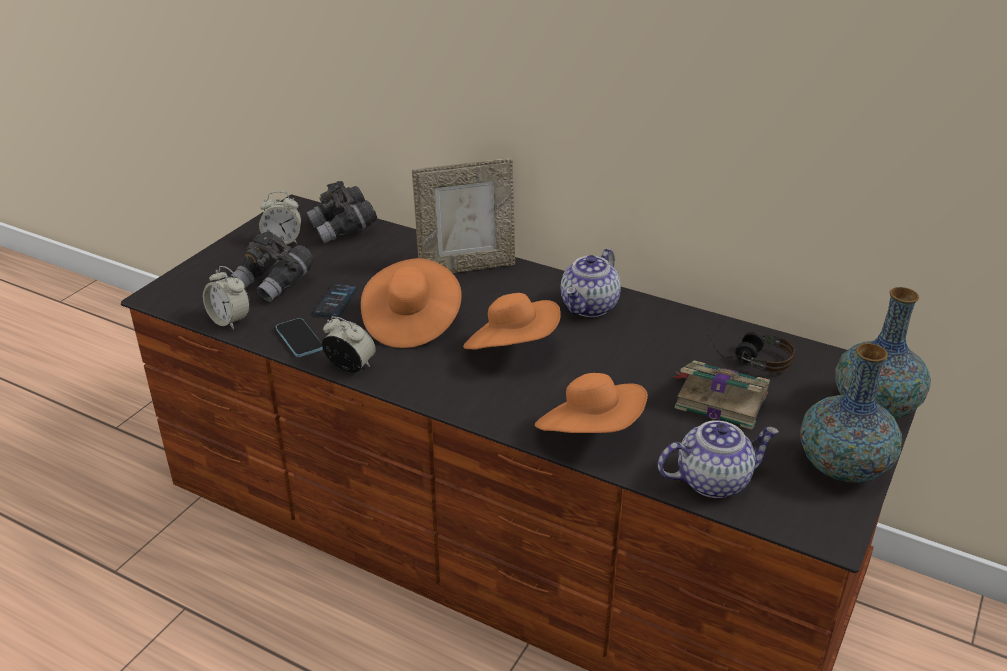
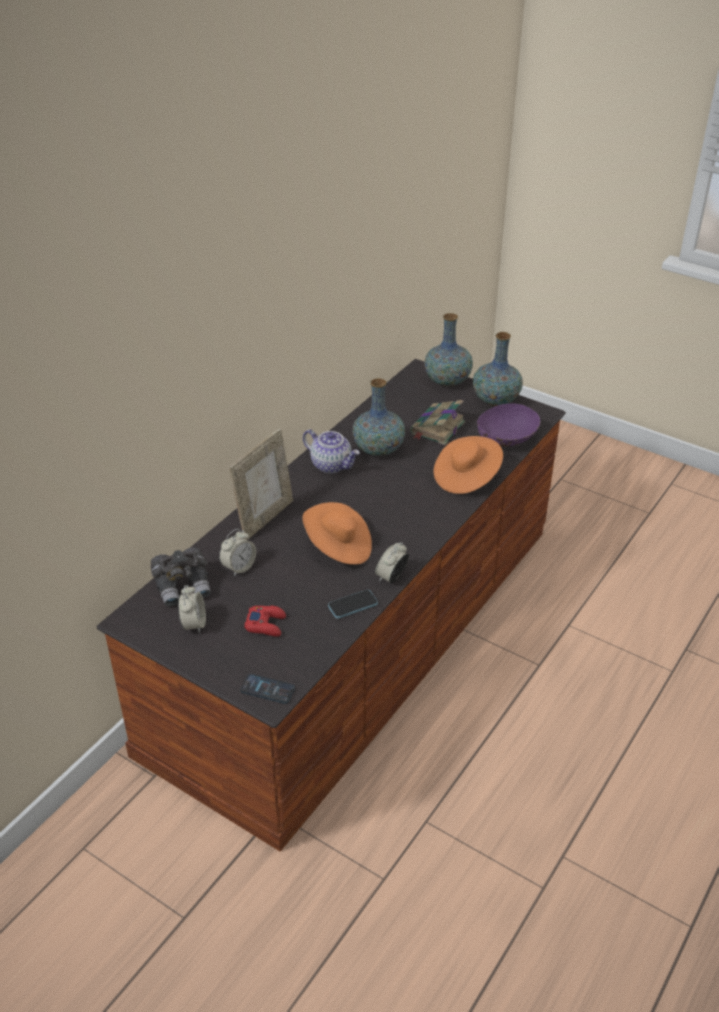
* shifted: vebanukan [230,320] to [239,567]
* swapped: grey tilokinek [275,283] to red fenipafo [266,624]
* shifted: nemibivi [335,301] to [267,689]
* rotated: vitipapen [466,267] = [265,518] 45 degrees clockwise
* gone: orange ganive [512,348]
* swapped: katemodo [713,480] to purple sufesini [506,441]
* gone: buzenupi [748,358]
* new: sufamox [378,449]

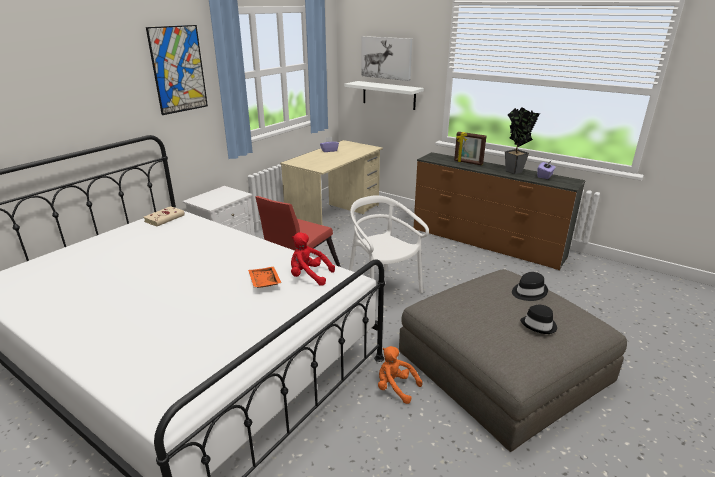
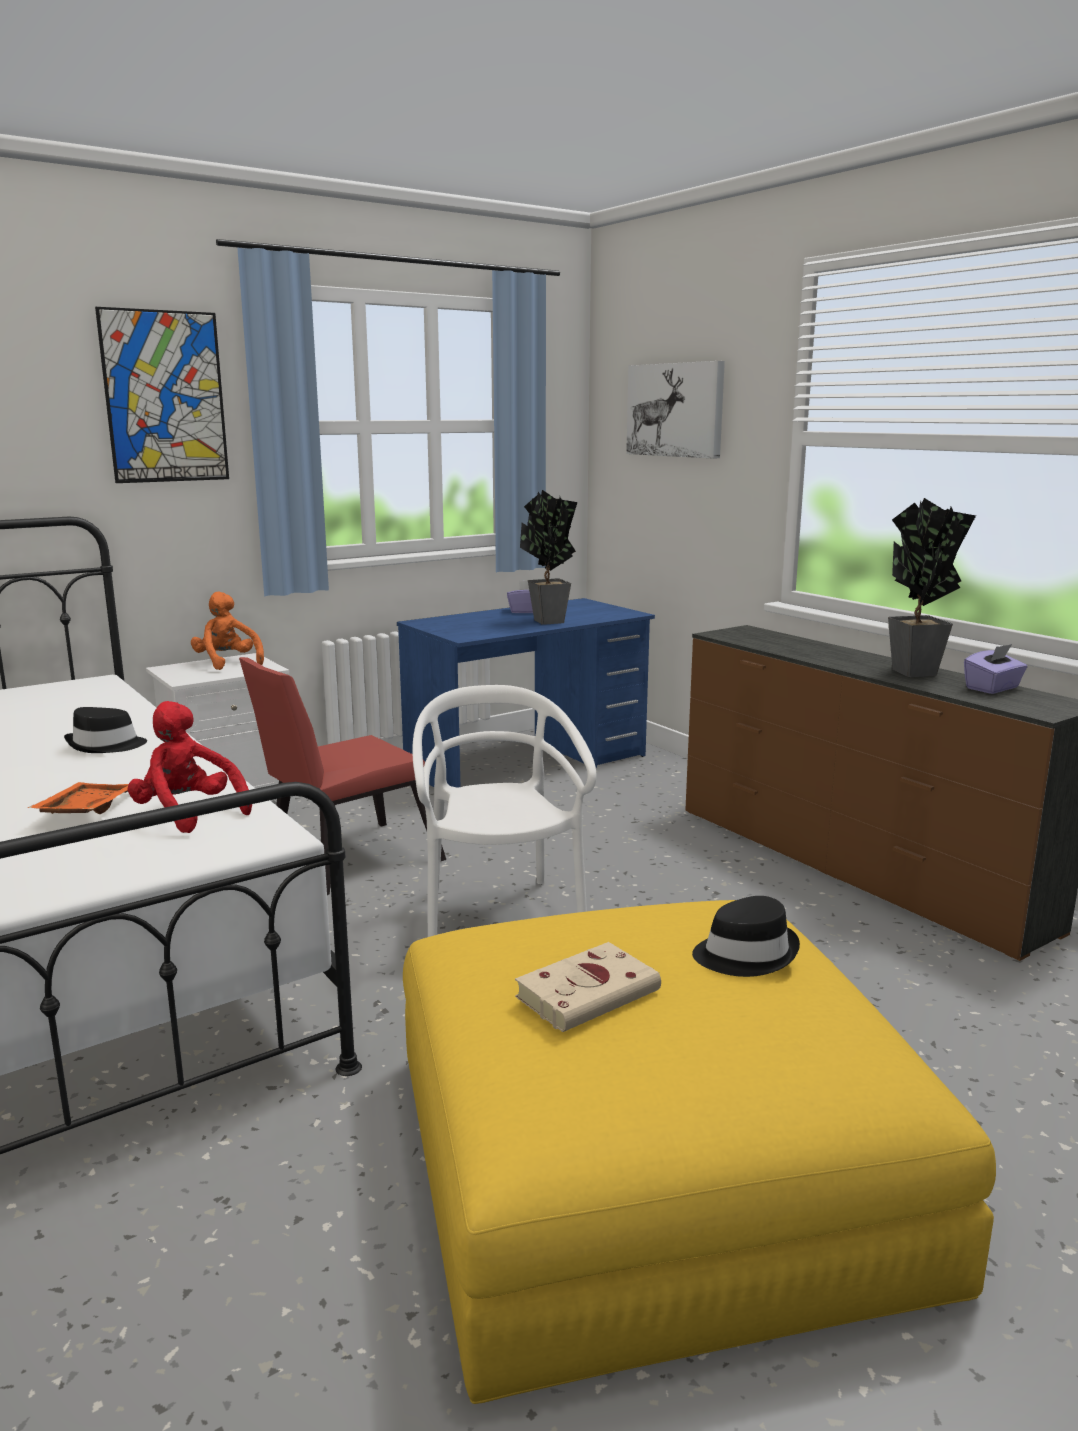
* shifted: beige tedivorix [165,218] to [590,993]
* repainted: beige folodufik [334,216] to blue folodufik [527,763]
* gone: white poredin [389,95]
* shifted: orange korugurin [395,387] to [227,663]
* repainted: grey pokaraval [503,366] to yellow pokaraval [651,1163]
* gone: vitipapen [468,162]
* shifted: black ganive [539,325] to [106,745]
* new: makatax [548,622]

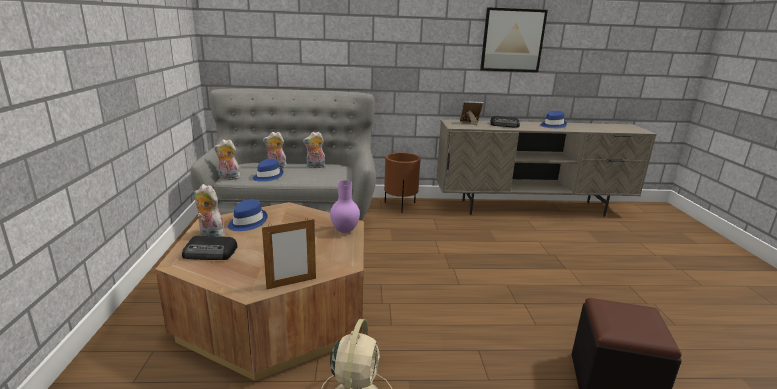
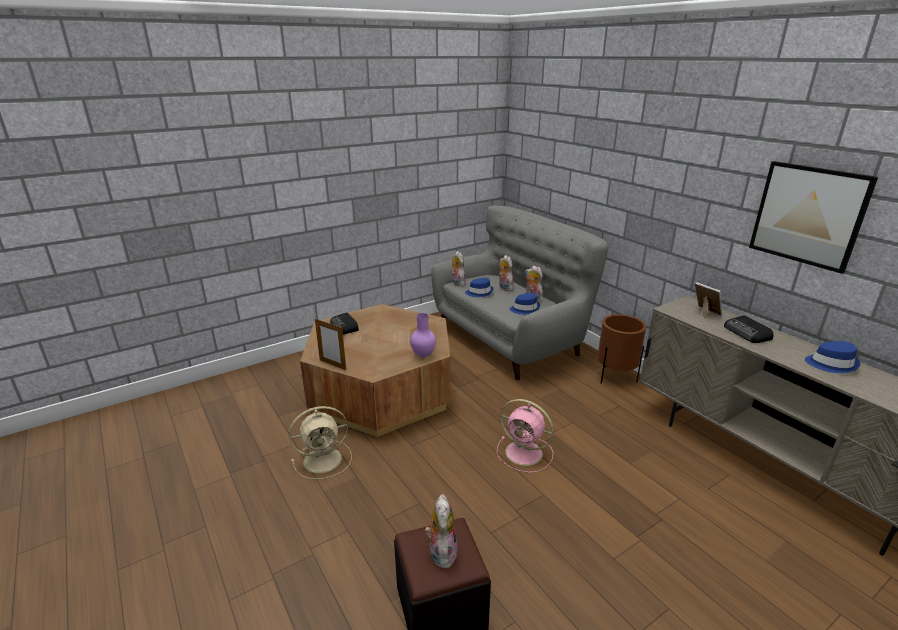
* shifted: korugurin [210,235] to [441,552]
* shifted: blue ganive [247,222] to [525,309]
* new: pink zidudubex [525,453]

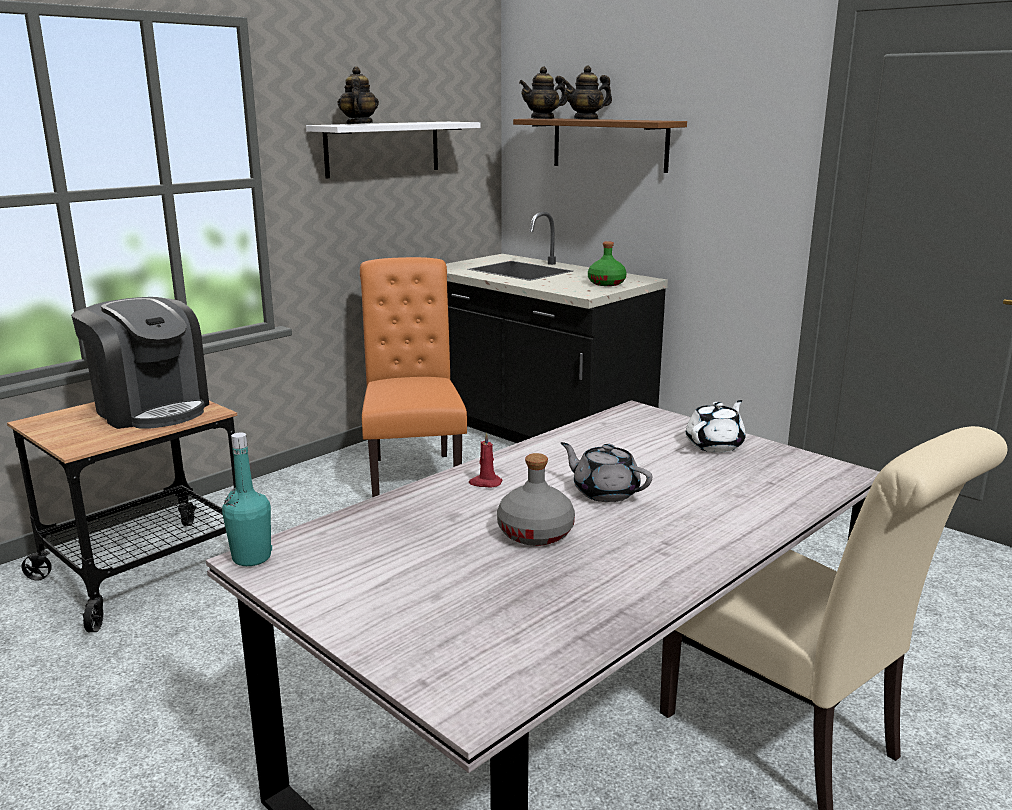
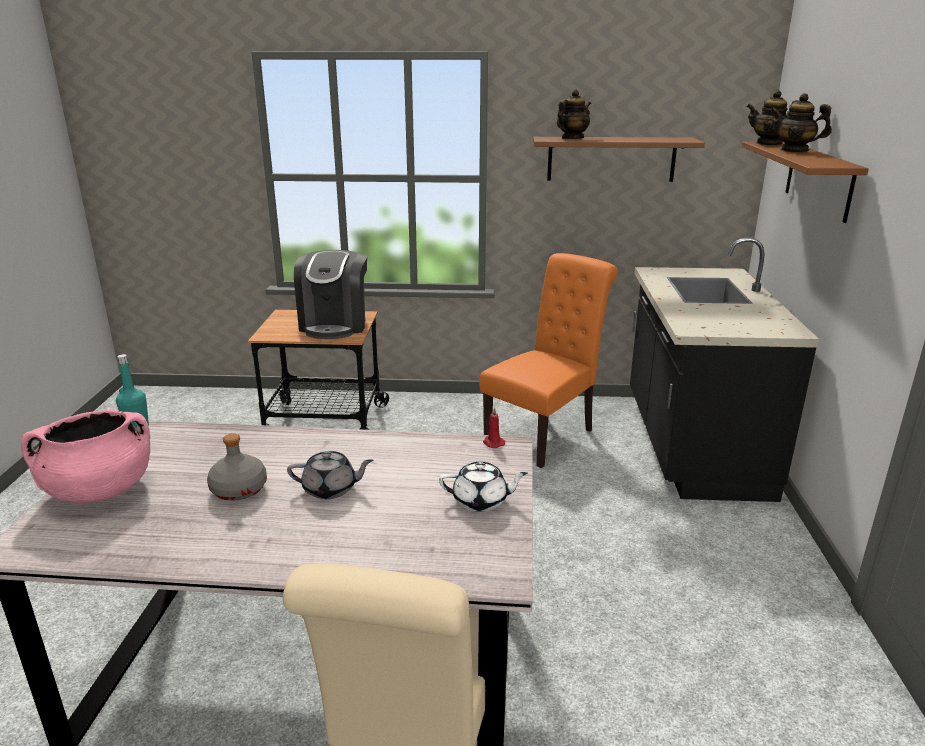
* repainted: white poredin [383,148] to brown poredin [611,159]
* shifted: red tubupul [485,483] to [493,443]
* rotated: grey katemodo [604,492] = [331,489] 90 degrees clockwise
* gone: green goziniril [606,283]
* new: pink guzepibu [100,490]

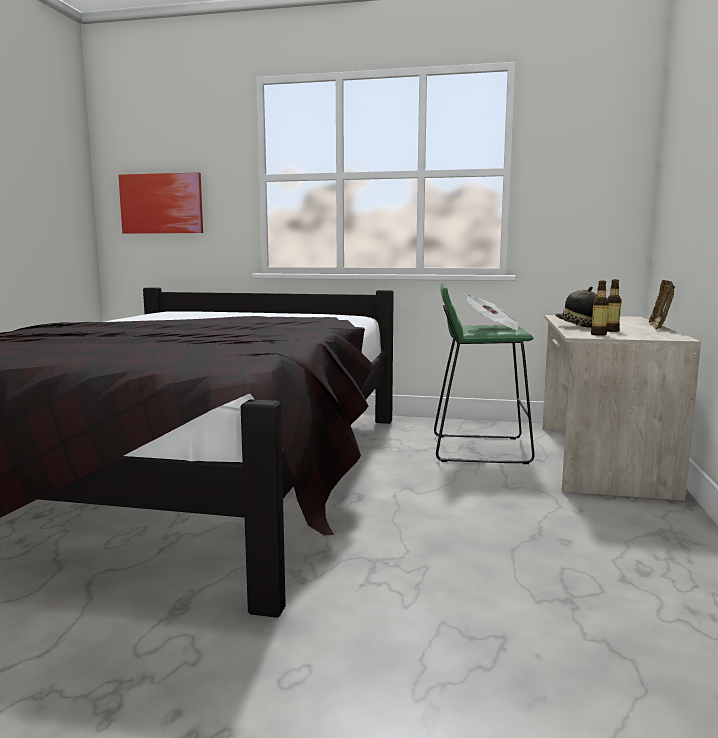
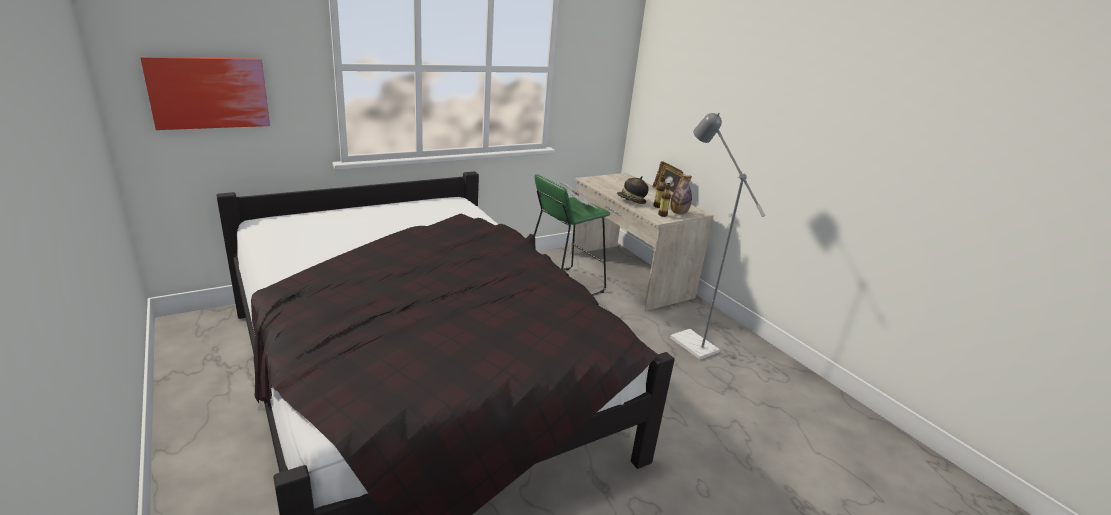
* new: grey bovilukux [687,340]
* new: goziniril [678,213]

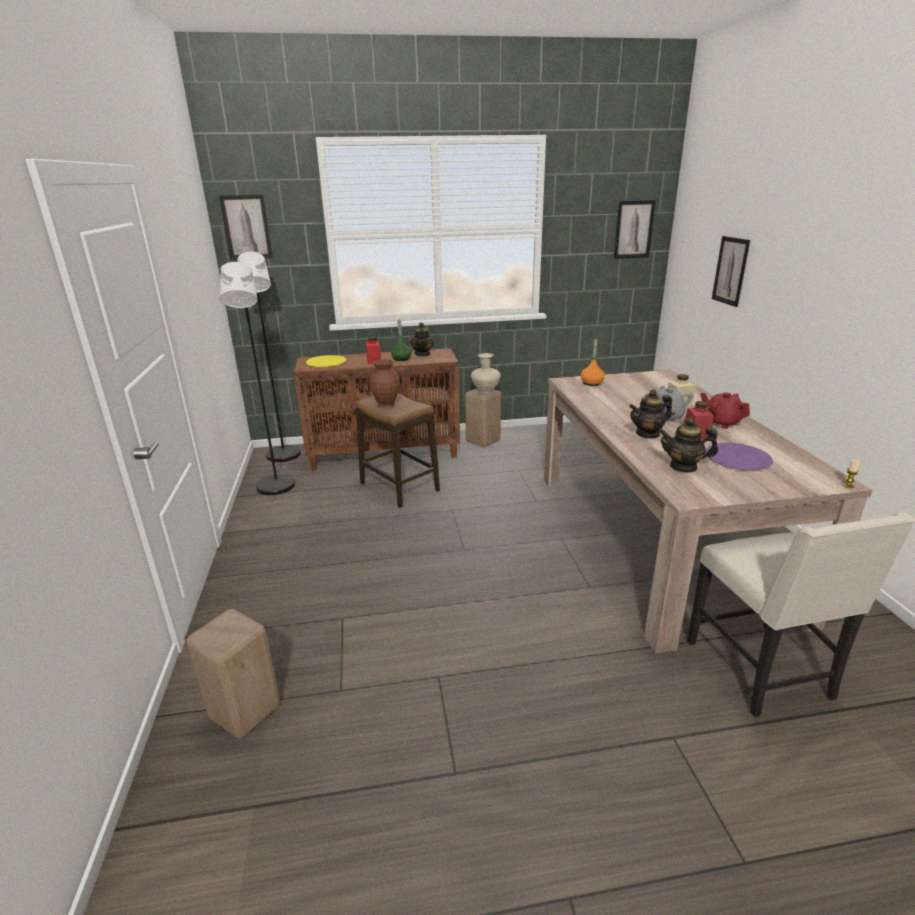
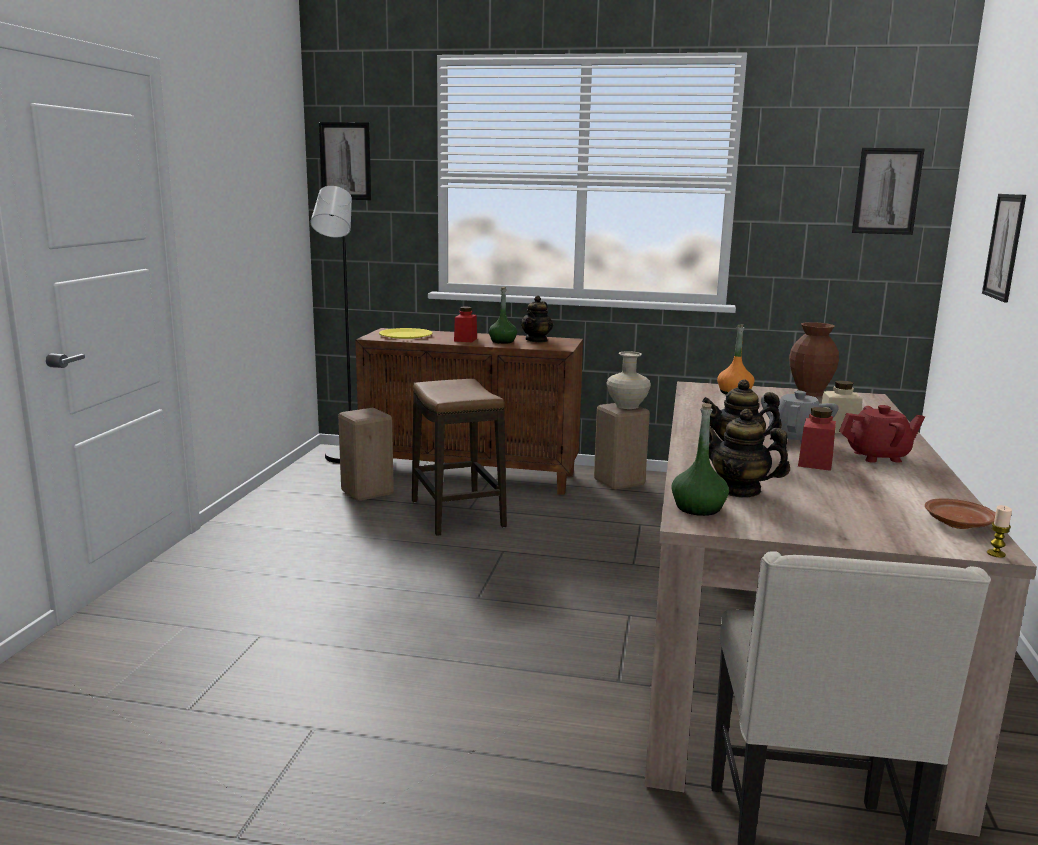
* shifted: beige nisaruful [245,710] to [367,492]
* gone: black bovilukux [275,489]
* shifted: brown sufamox [385,404] to [809,393]
* rotated: red katemodo [720,423] = [878,456] 105 degrees clockwise
* gone: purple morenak [737,458]
* new: green goziniril [698,508]
* new: brown morenak [957,523]

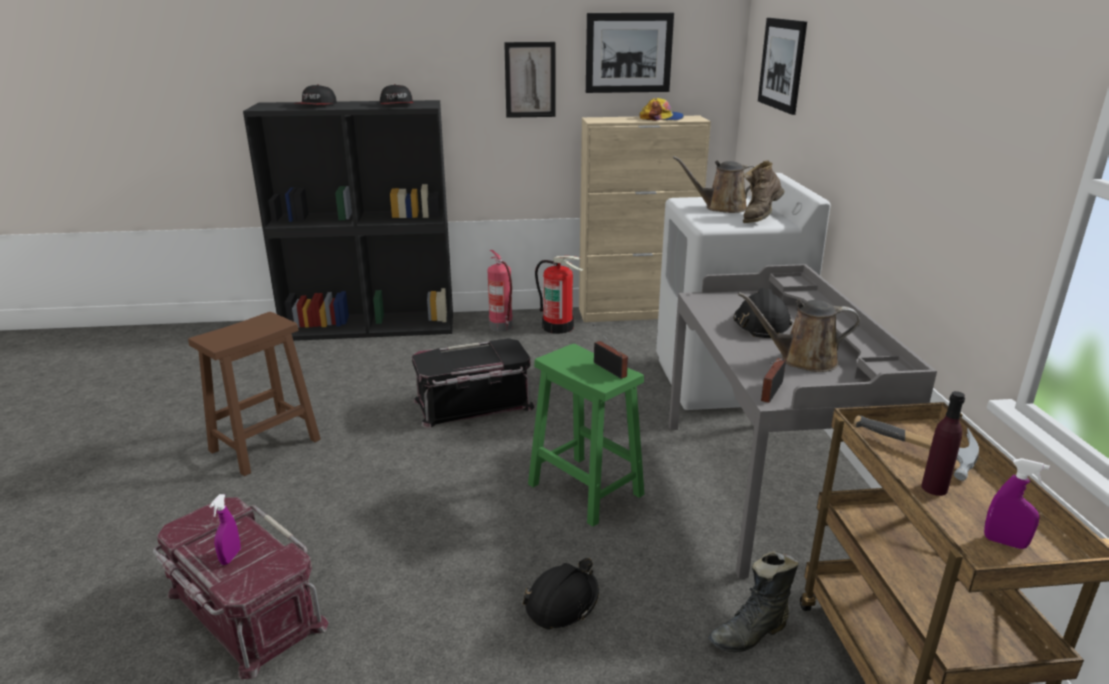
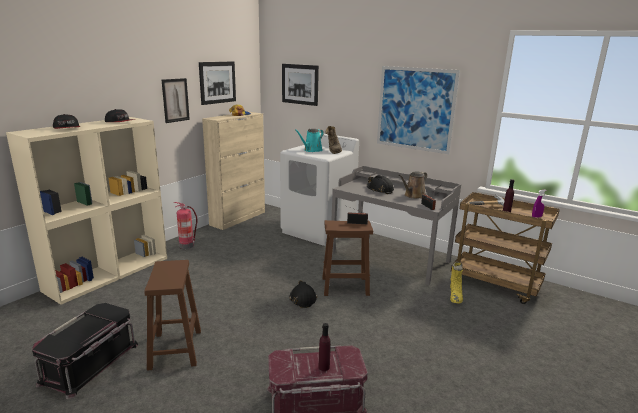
* swapped: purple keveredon [230,557] to purple goziniril [324,367]
* repainted: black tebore [372,326] to beige tebore [109,273]
* shifted: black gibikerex [473,405] to [91,363]
* shifted: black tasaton [562,603] to [302,299]
* repainted: green nisaruful [583,489] to brown nisaruful [344,286]
* gone: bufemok [558,327]
* repainted: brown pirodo [721,208] to turquoise pirodo [311,150]
* repainted: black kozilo [750,634] to yellow kozilo [455,296]
* new: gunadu [415,109]

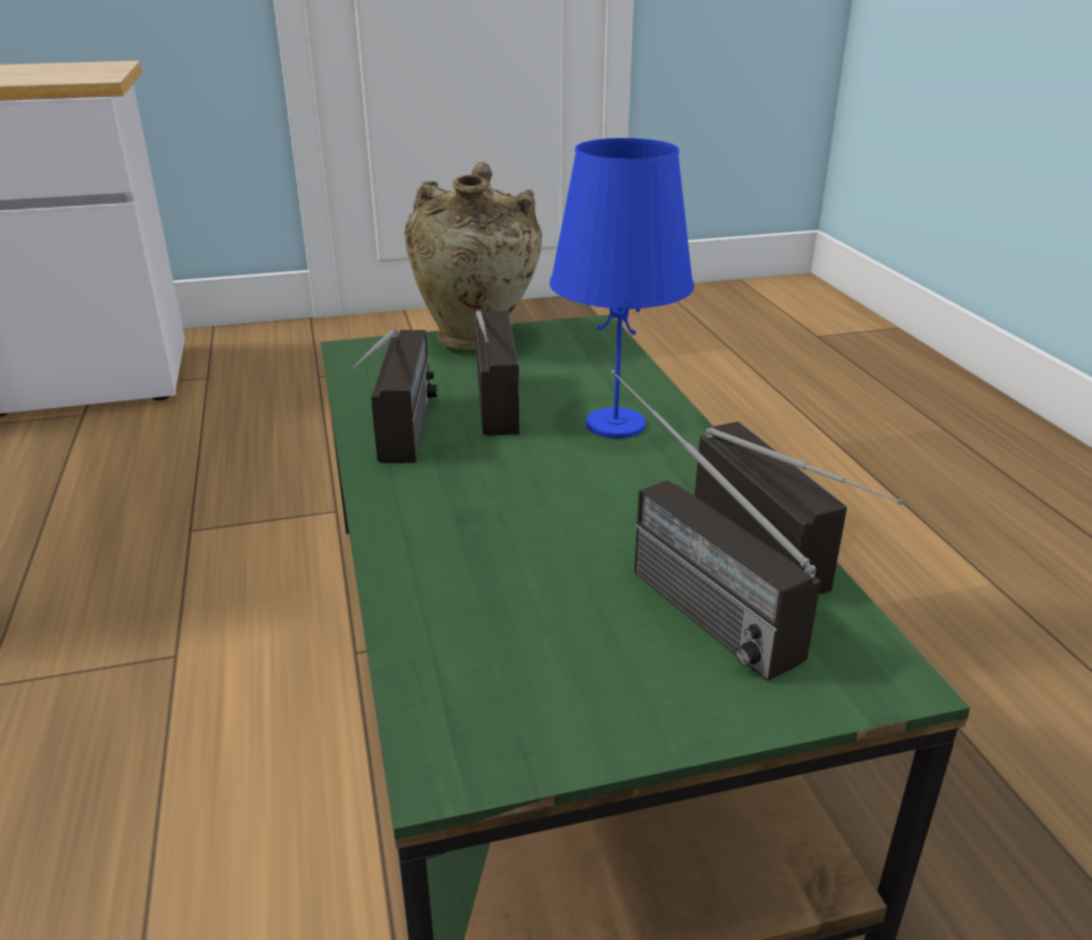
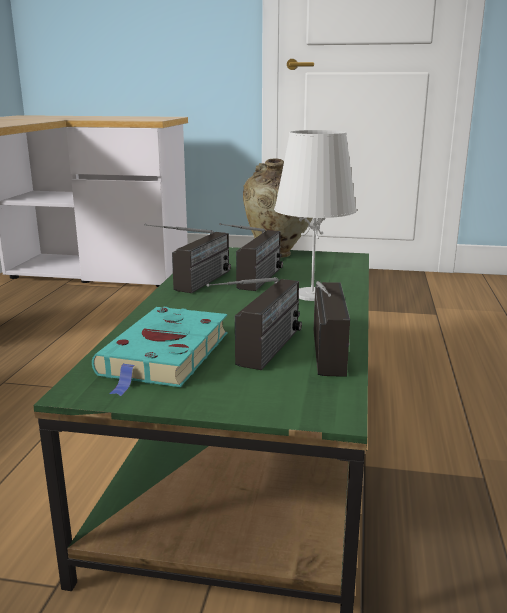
* repainted: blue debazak [615,425] to white debazak [311,295]
* rotated: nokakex [674,588] = [261,358] 150 degrees counterclockwise
* new: turquoise tedivorix [165,355]

